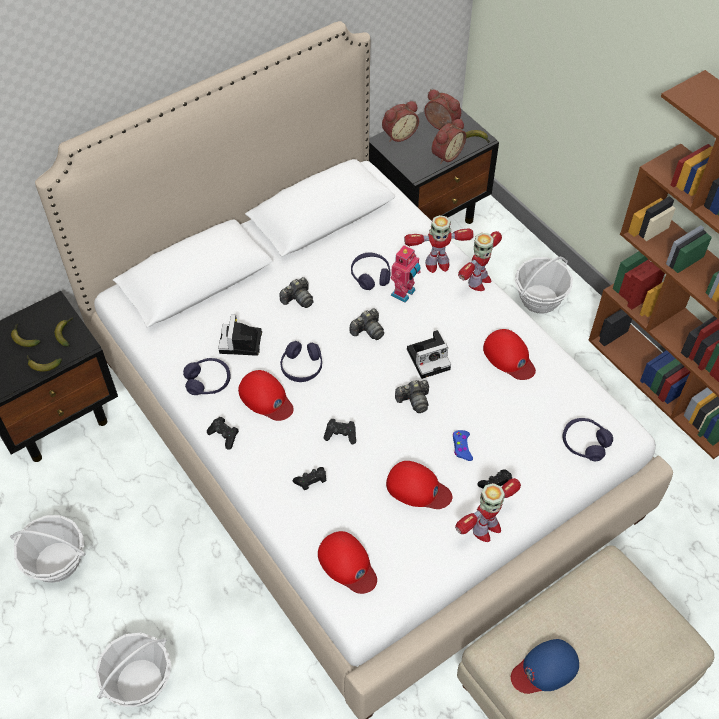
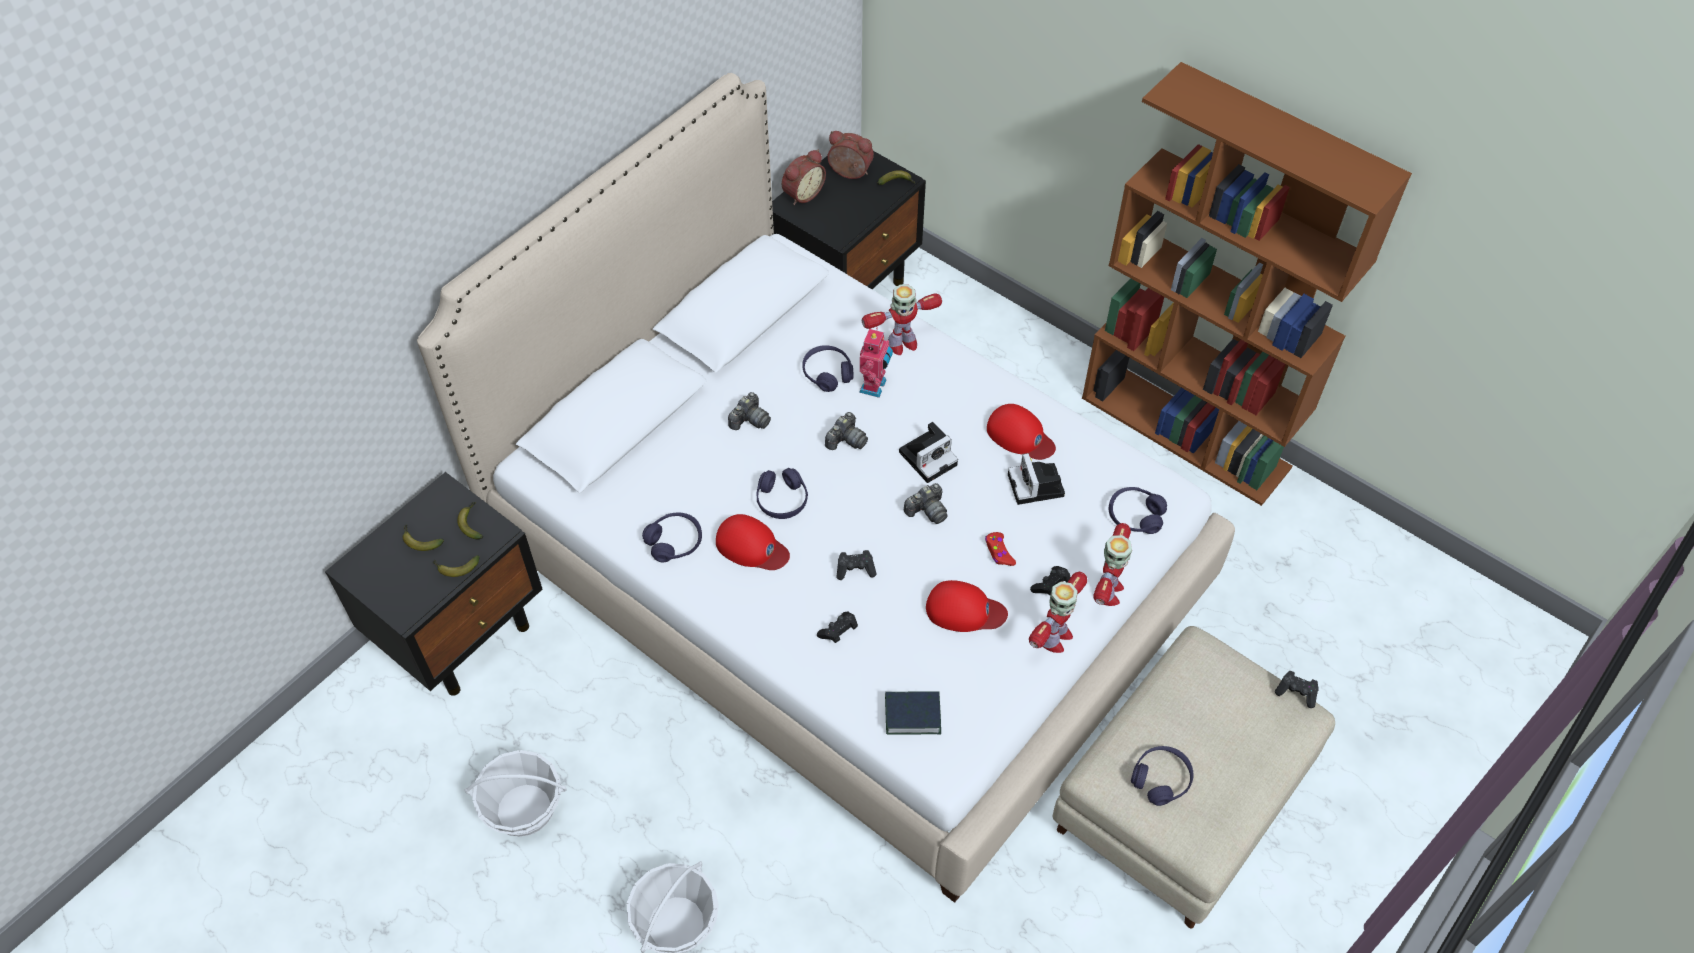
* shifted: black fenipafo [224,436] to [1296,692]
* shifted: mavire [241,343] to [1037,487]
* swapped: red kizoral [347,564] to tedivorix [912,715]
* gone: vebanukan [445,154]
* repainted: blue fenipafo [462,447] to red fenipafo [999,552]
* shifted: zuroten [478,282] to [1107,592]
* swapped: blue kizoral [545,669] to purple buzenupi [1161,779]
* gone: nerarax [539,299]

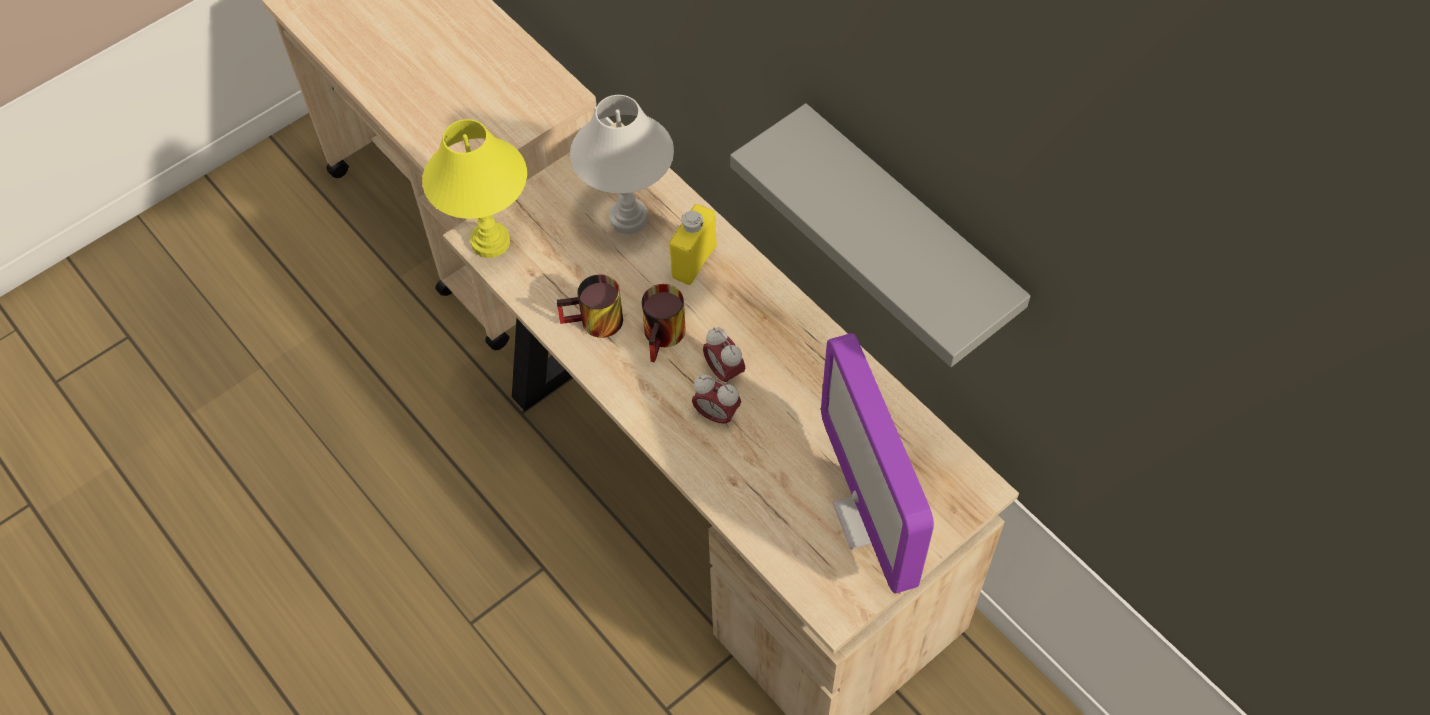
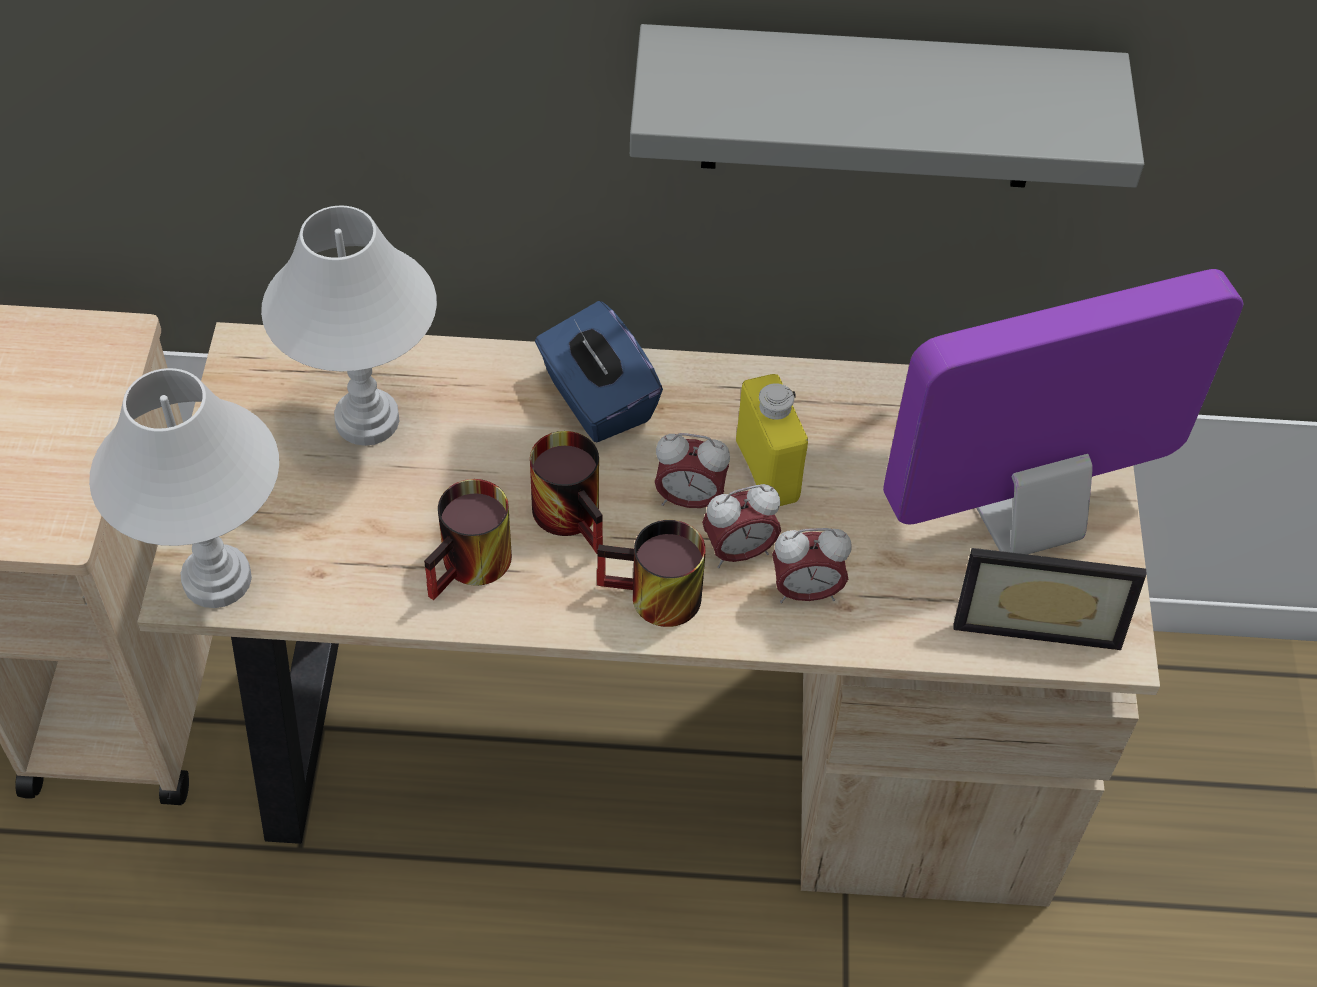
* repainted: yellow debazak [489,242] to white debazak [216,580]
* shifted: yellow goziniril [694,261] to [767,471]
* rotated: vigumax [869,518] = [1024,521] 135 degrees clockwise
* new: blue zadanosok [597,400]
* new: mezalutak [652,601]
* new: vebanukan [805,591]
* new: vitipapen [1037,614]

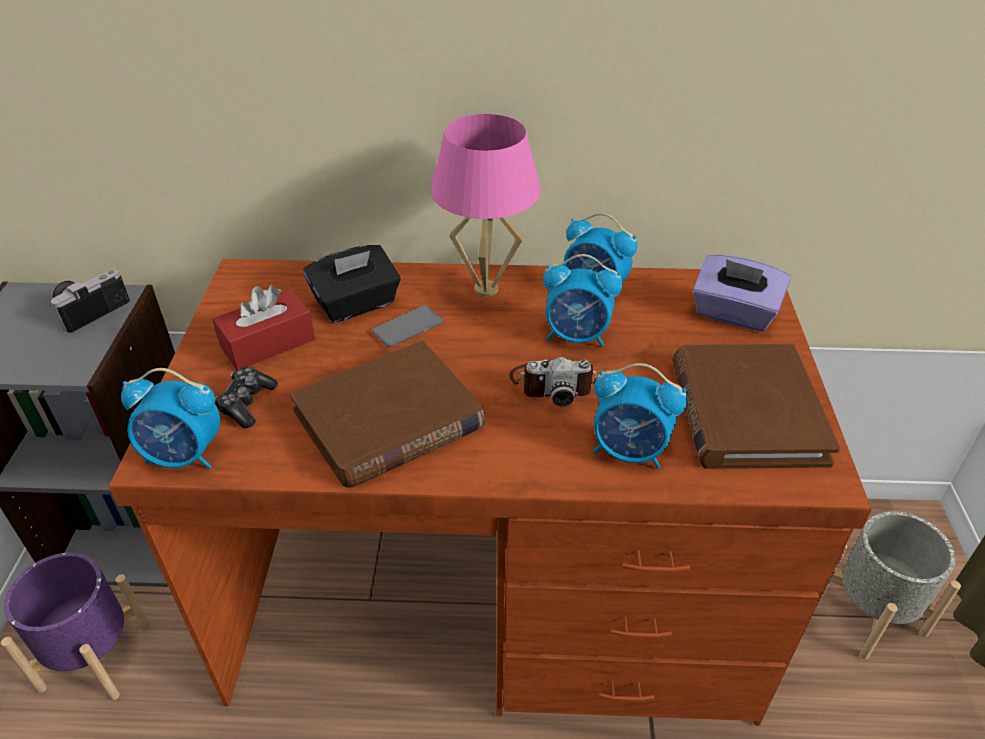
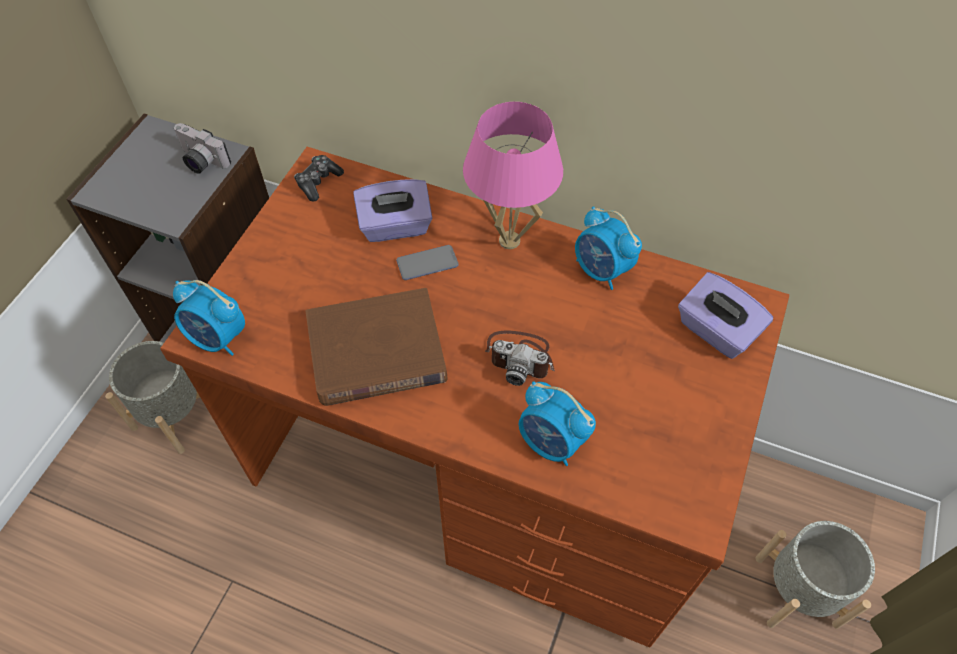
* repainted: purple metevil [96,656] to grey metevil [175,415]
* rotated: mavire [90,309] = [200,161] 120 degrees counterclockwise
* gone: red zadanosok [268,343]
* shifted: fenipafo [247,403] to [318,182]
* repainted: black zadanosok [356,304] to purple zadanosok [395,227]
* gone: vebanukan [577,336]
* gone: brown tedivorix [746,411]

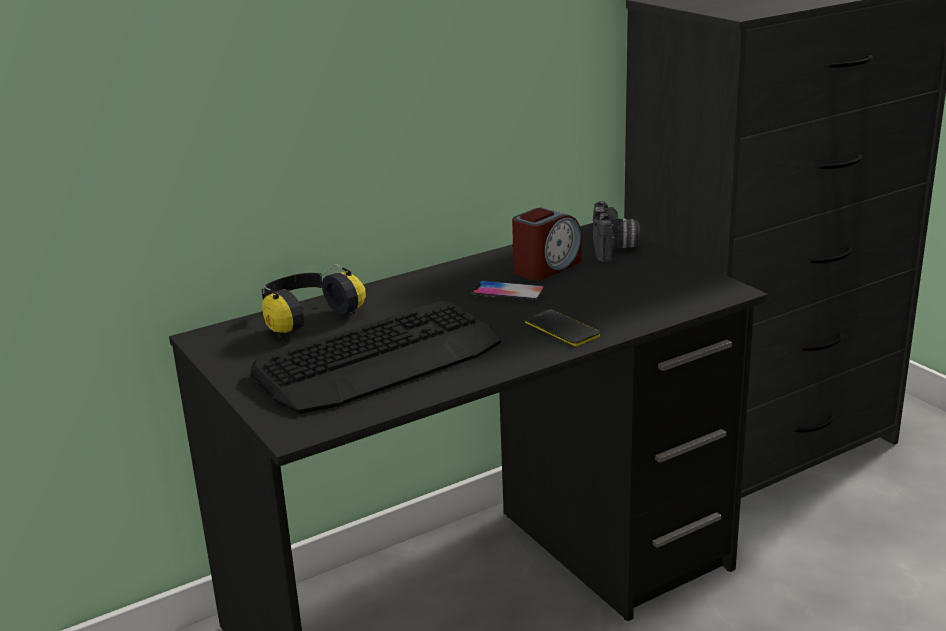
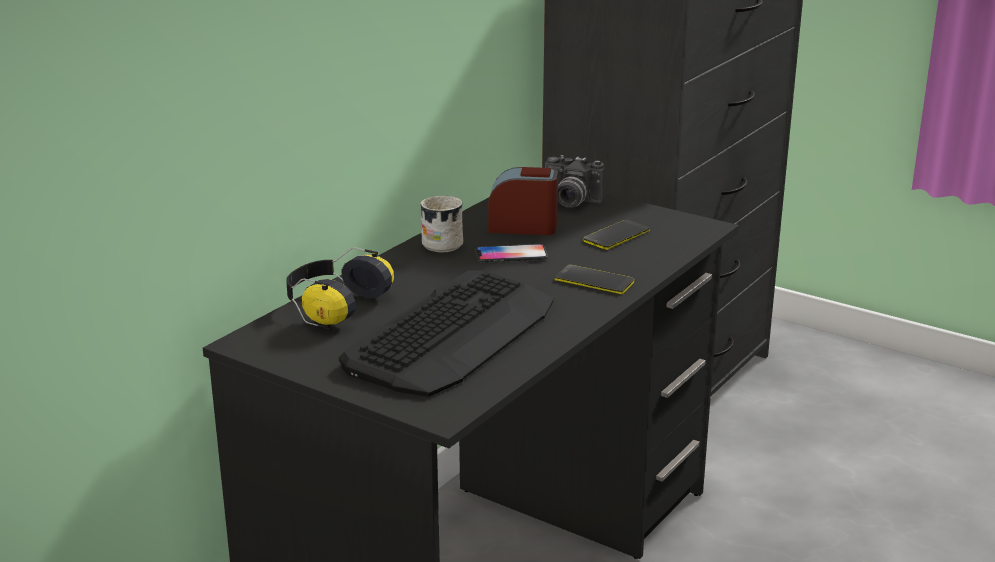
* rotated: vebanukan [546,267] = [523,227] 105 degrees counterclockwise
* rotated: mavire [615,249] = [570,202] 135 degrees clockwise
* new: white mezalutak [440,242]
* new: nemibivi [616,236]

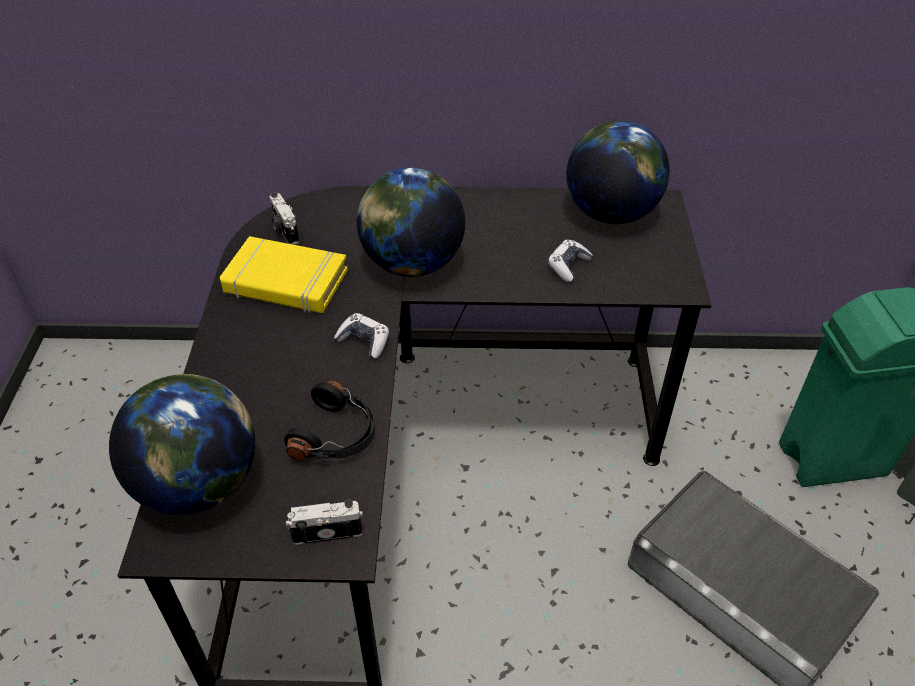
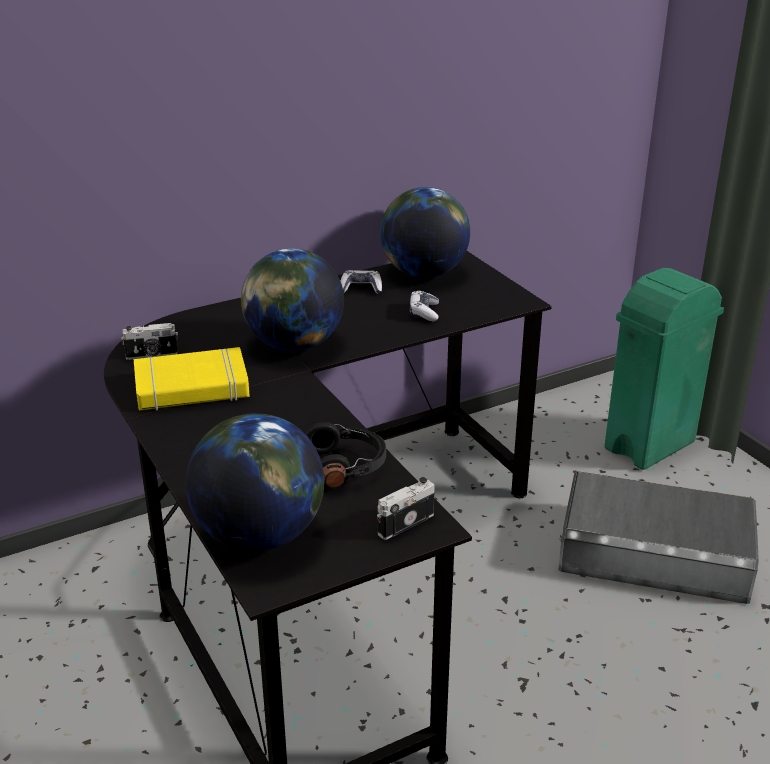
* rotated: mavire [284,231] = [152,355] 45 degrees counterclockwise
* shifted: fenipafo [364,341] to [361,288]

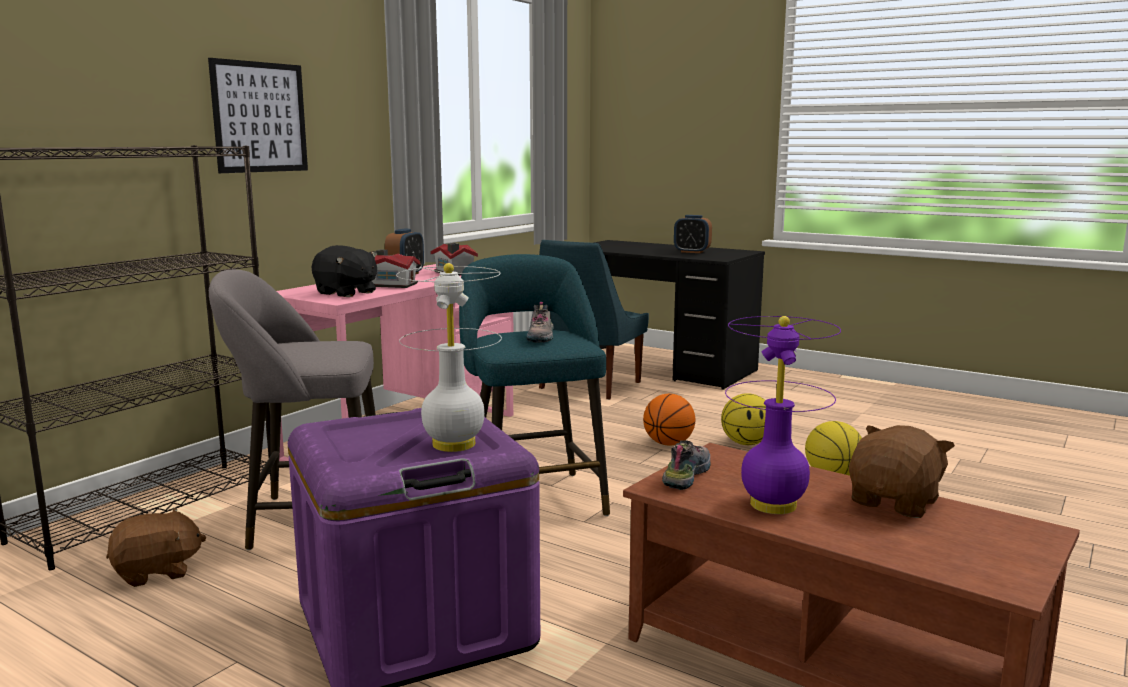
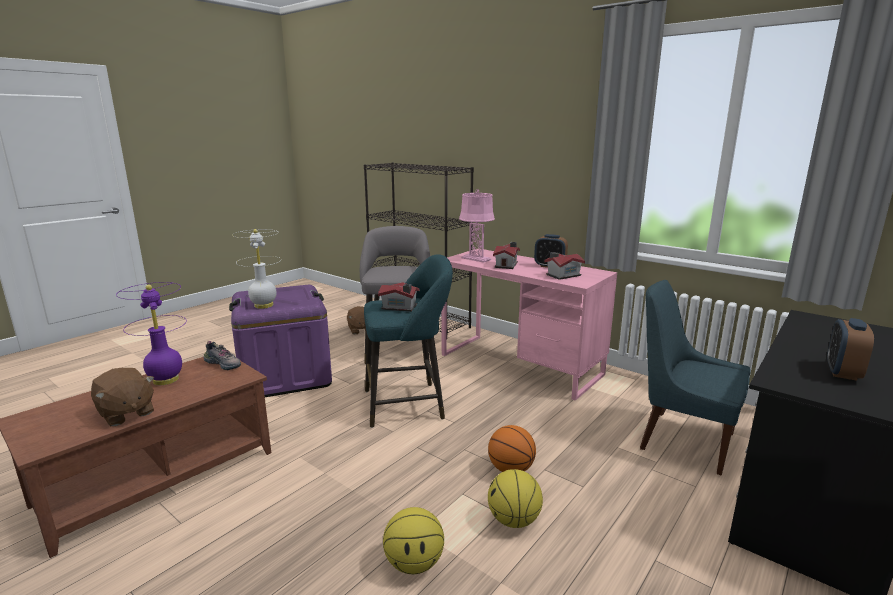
* gone: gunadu [260,117]
* swapped: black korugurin [346,293] to pink debazak [476,259]
* swapped: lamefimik [541,337] to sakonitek [400,307]

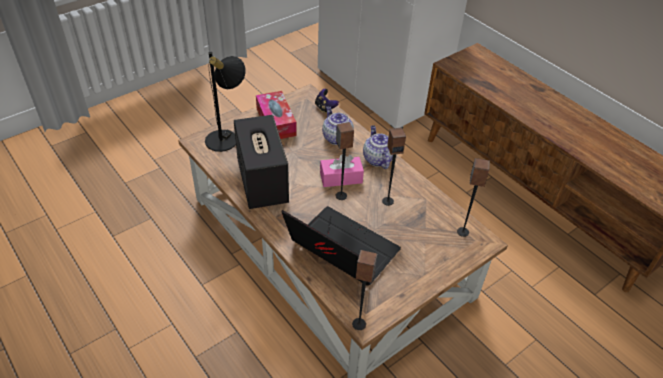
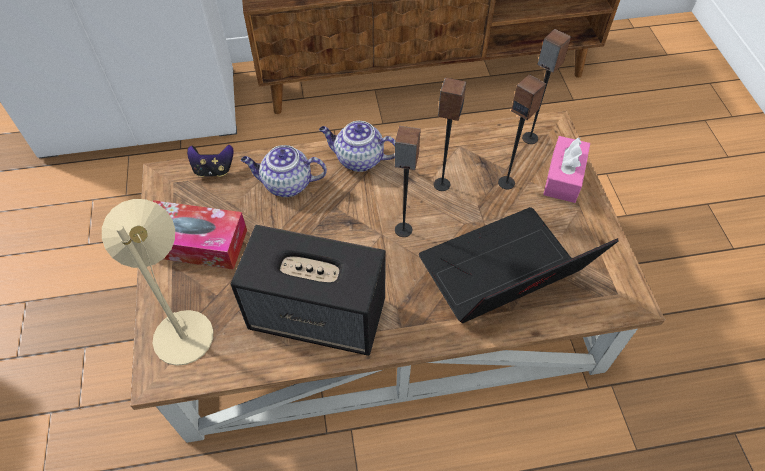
* repainted: black debazak [226,138] to beige debazak [182,326]
* shifted: pink zadanosok [341,178] to [563,177]
* shifted: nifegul [359,324] to [506,182]

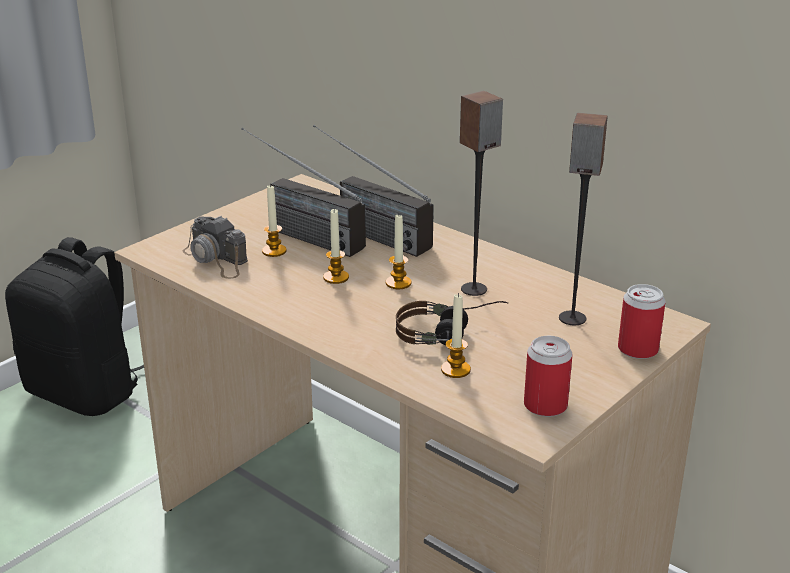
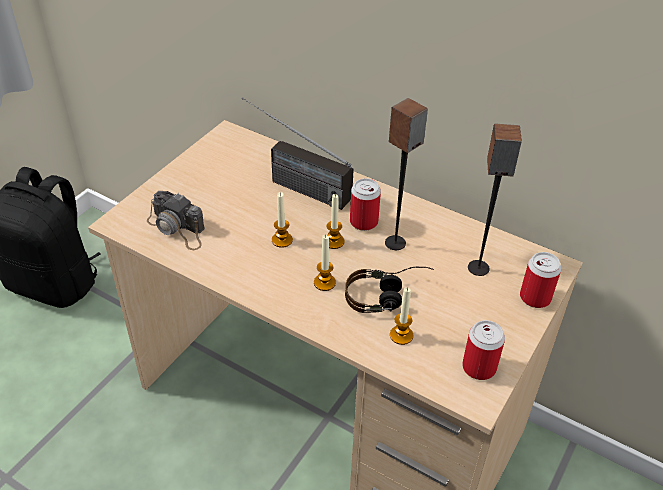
* gone: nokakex [295,233]
* shifted: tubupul [274,251] to [324,283]
* new: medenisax [364,222]

